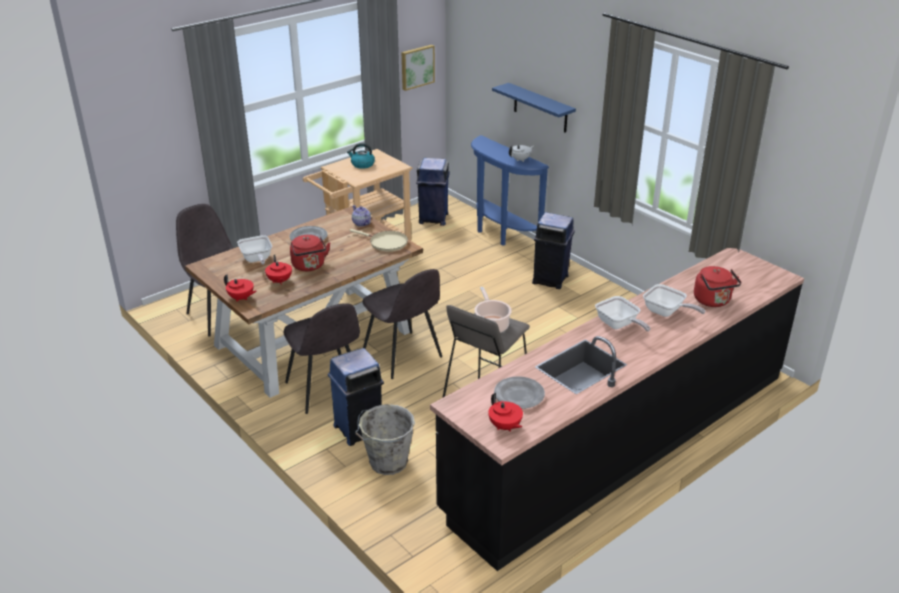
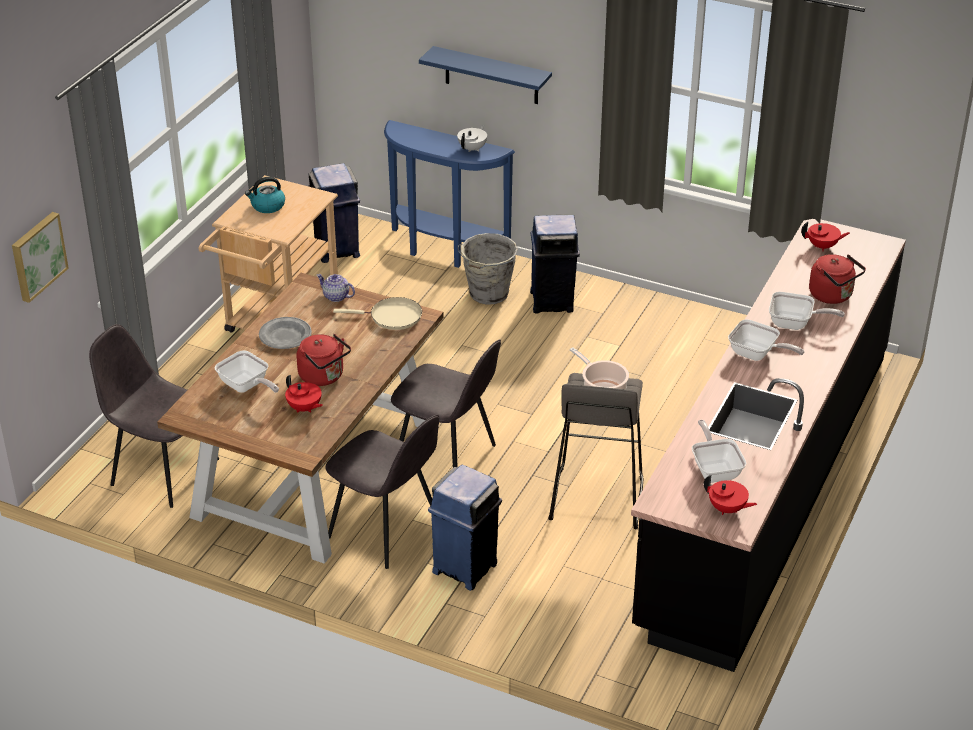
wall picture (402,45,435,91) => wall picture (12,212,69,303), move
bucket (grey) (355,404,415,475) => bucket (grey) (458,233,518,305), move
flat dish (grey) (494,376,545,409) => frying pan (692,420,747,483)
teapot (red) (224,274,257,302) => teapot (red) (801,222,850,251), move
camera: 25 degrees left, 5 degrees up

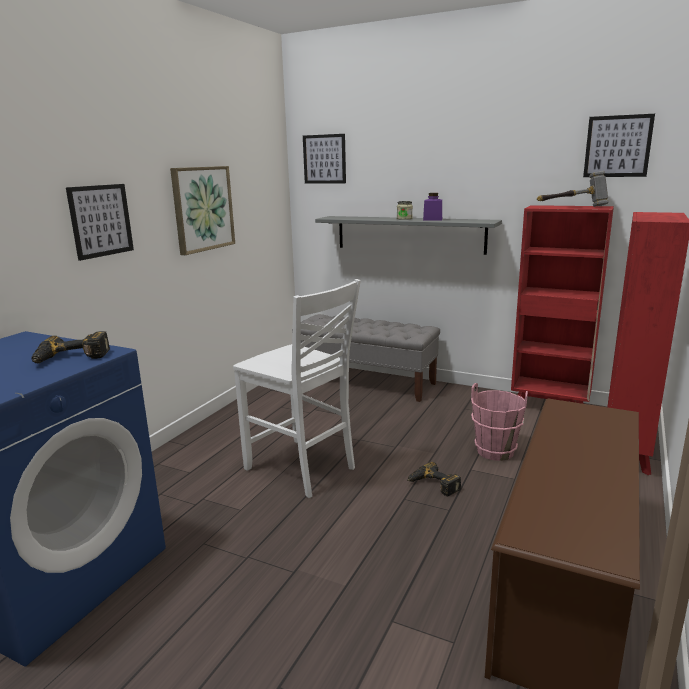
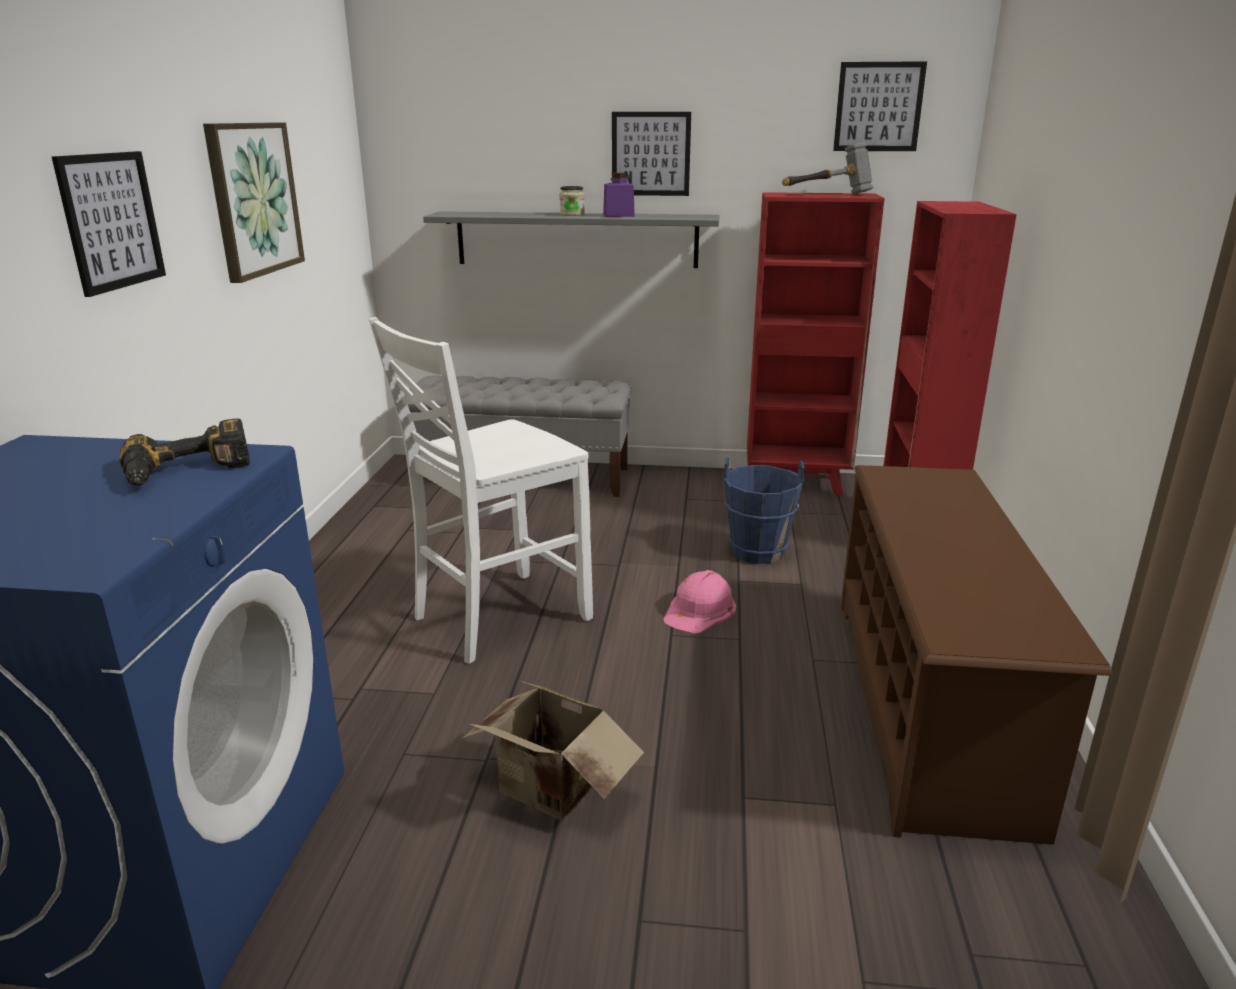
upright chair (whitish) (233,279,361,498) => upright chair (whitish) (369,317,593,664), 120 degrees clockwise
nothing => cardboard box (463,680,644,821)
wall picture (303,134,346,184) => wall picture (612,112,691,196), move
power drill (407,462,461,496) => work helmet (pinkish) (663,570,736,634)
bucket (pinkish) (471,383,528,461) => bucket (blue-coloured) (724,457,804,564)
camera: 20 degrees left, 5 degrees up

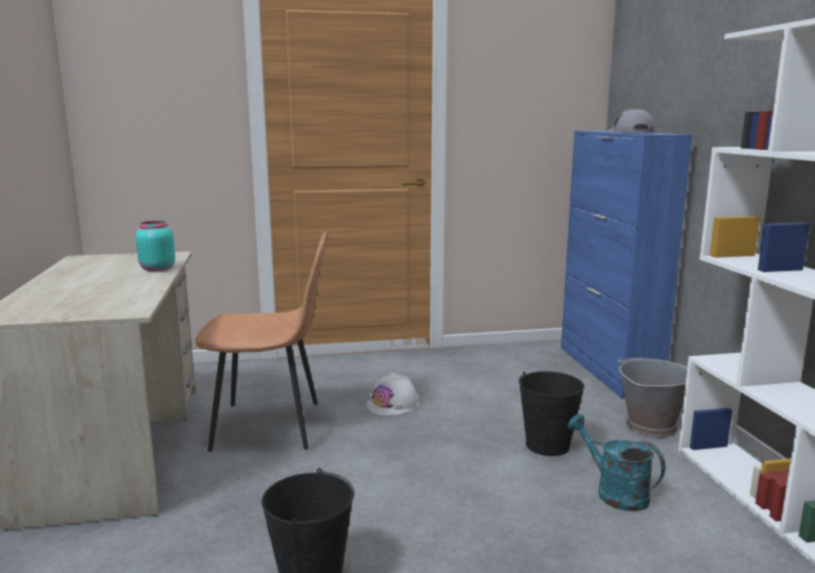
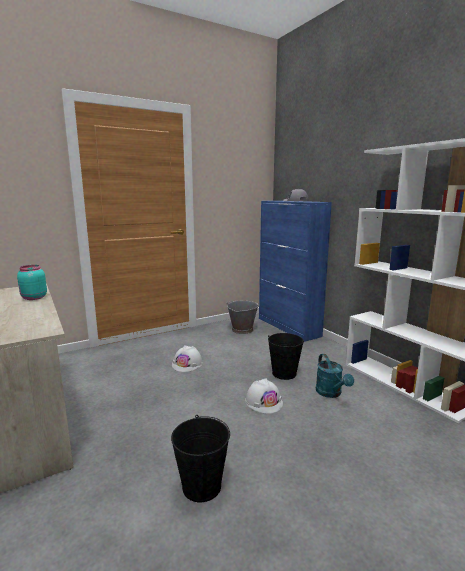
bucket (grey) (618,357,687,438) => bucket (grey) (226,301,259,334), move
nothing => work helmet (whitish) (245,378,283,414)
watering can (blue-green) (567,414,665,511) => watering can (blue-green) (316,354,354,398), 135 degrees counterclockwise
upright chair (brown) (195,231,328,452) => nothing
camera: 20 degrees left, 0 degrees up

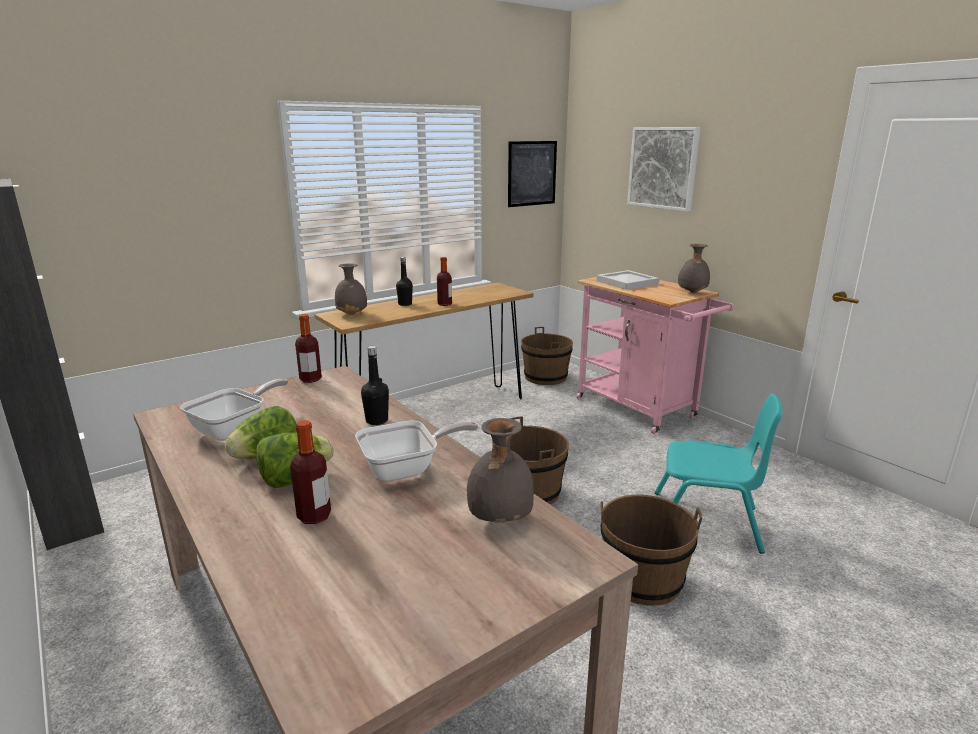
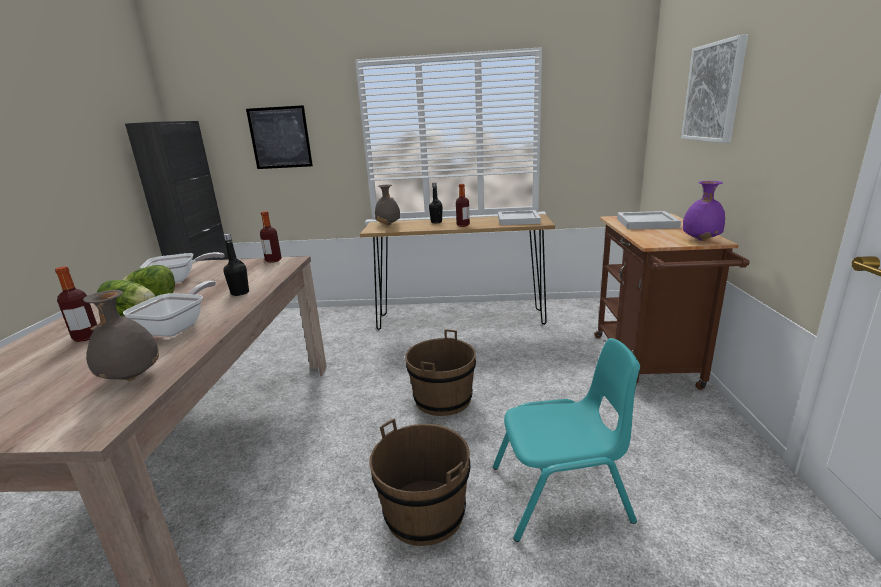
frying pan (355,420,478,482) => frying pan (123,281,216,337), 90 degrees counterclockwise
wall picture (508,141,557,207) => wall picture (246,105,313,169), move
upright chair (blue-green) (655,394,783,554) => upright chair (blue-green) (493,338,640,542), 60 degrees counterclockwise
nothing => serving tray (whitish) (498,210,541,225)
trolley (pinkish) (576,277,734,434) => trolley (brown) (594,214,750,390)
decorative vase (grey) (678,244,710,293) => decorative vase (purplish) (683,181,725,241)
bucket (brown) (521,327,573,385) => nothing
camera: 40 degrees right, 0 degrees up

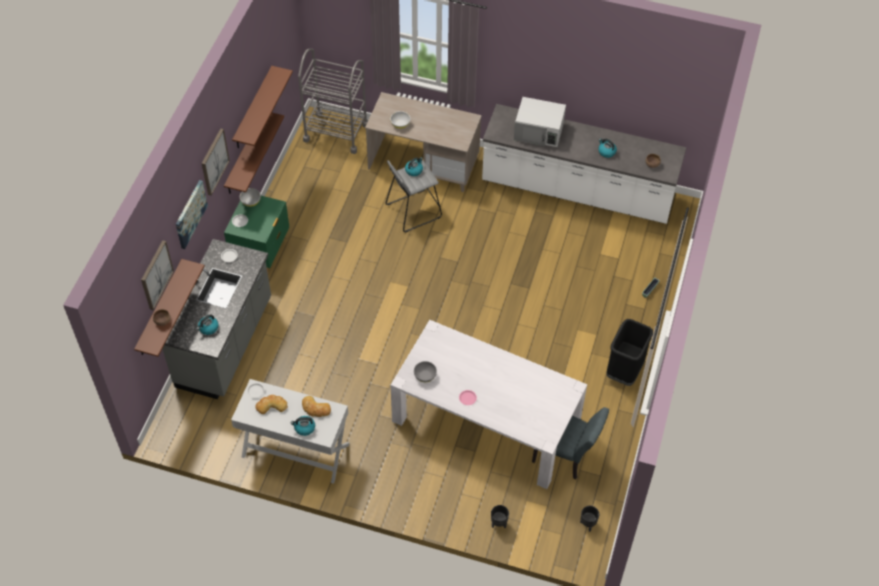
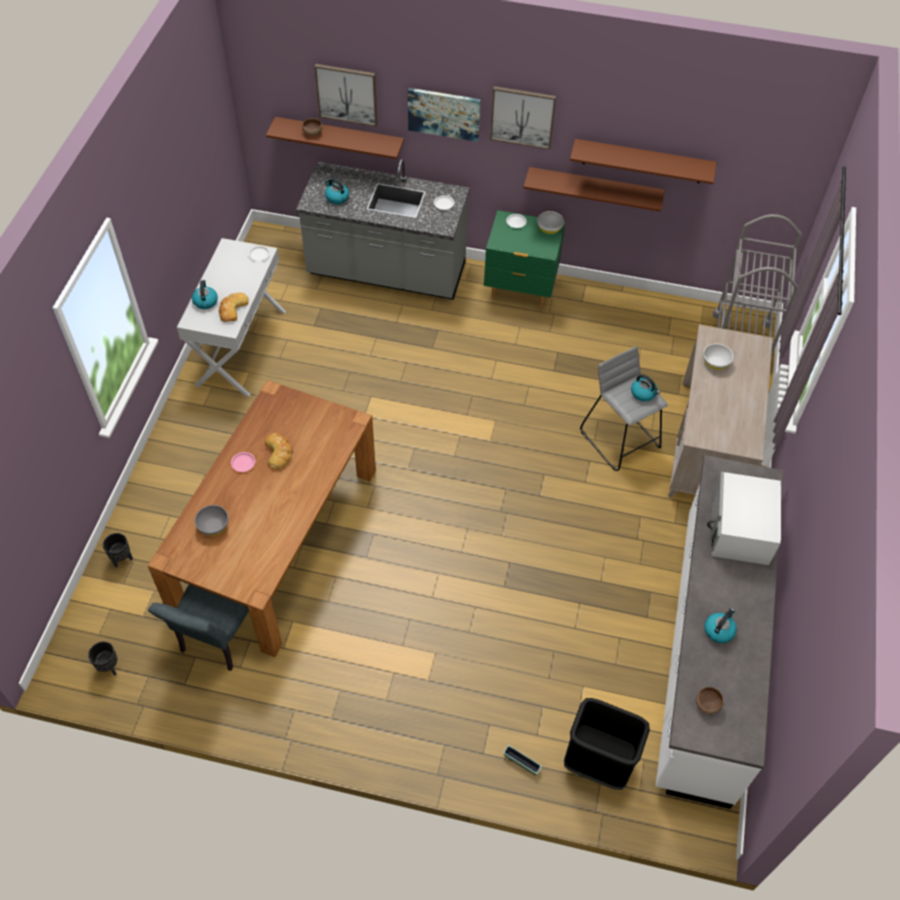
dining table (whitish) (391,320,587,489) => dining table (brown) (147,380,376,657)
deep dish (grey) (414,361,437,382) => deep dish (grey) (195,505,228,536), move
baked bread (255,395,288,414) => baked bread (265,433,293,470), move
trash can (black-coloured) (606,319,653,386) => trash can (black-coloured) (564,698,650,790), move
camera: 85 degrees right, 0 degrees up

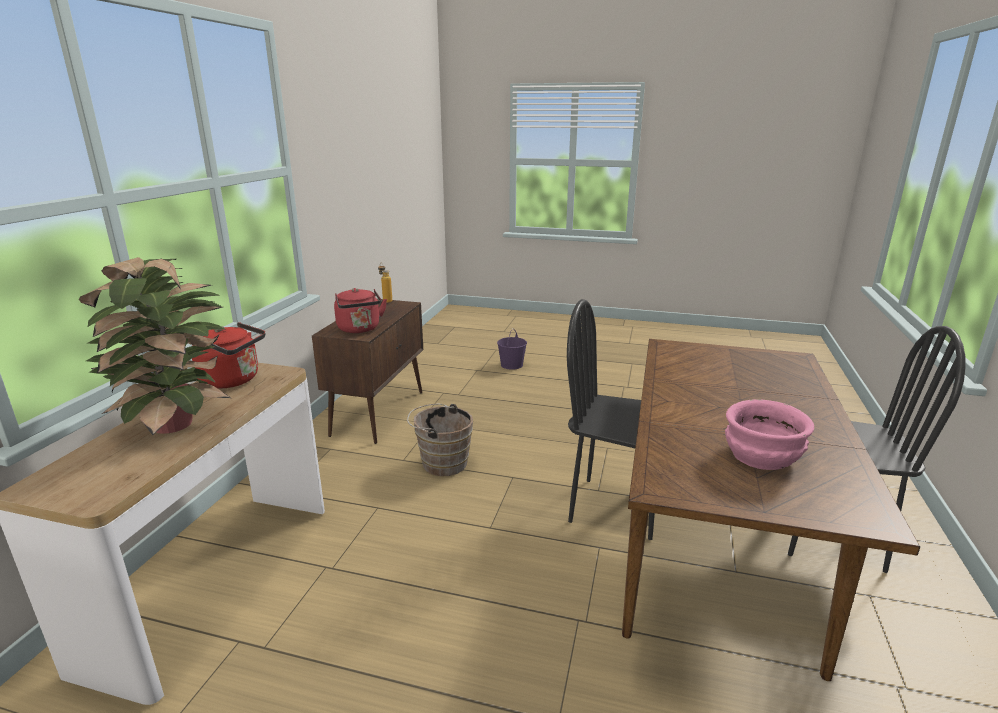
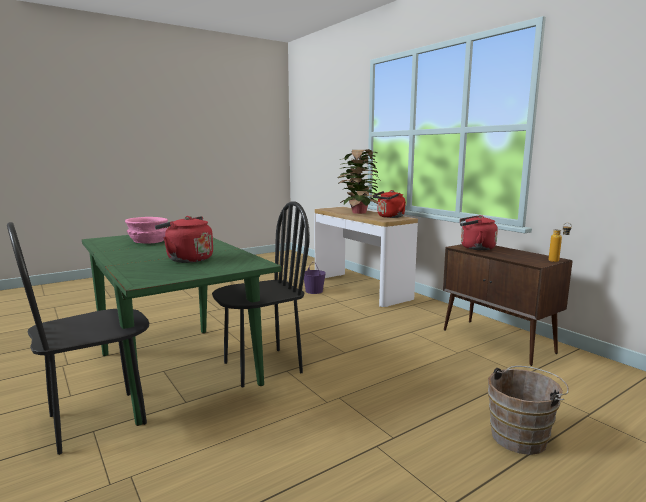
dining table (brown) (622,339,920,681) => dining table (greenish) (82,235,282,426)
nothing => water kettle (red) (155,216,213,263)
bucket (purplish) (497,328,527,370) => bucket (purplish) (304,262,326,294), move
bucket (brown) (407,404,473,476) => bucket (brown) (488,366,569,455), move
camera: 130 degrees right, 10 degrees down

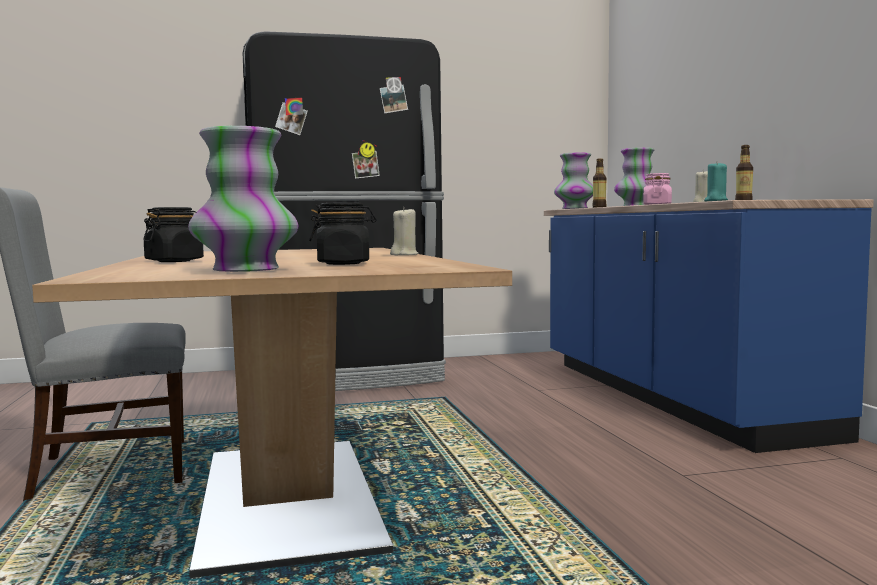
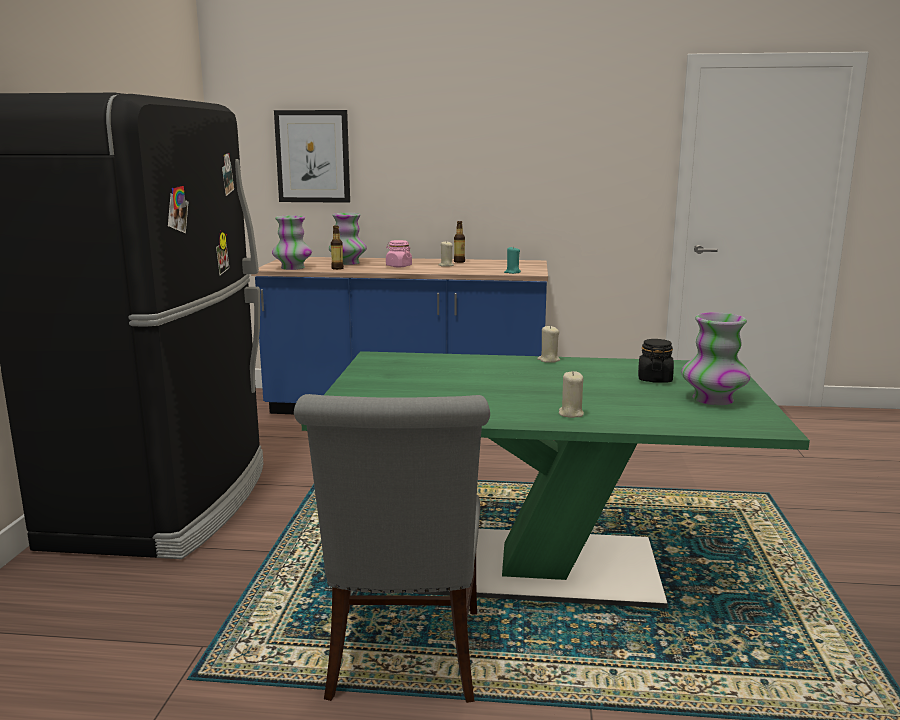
nothing => wall picture (274,110,350,203)
dining table (brown) (32,248,512,578) => dining table (greenish) (302,351,810,608)
preserve jar (black-coloured) (143,207,204,262) => wax candle (beige) (559,371,584,418)
camera: 70 degrees left, 10 degrees up

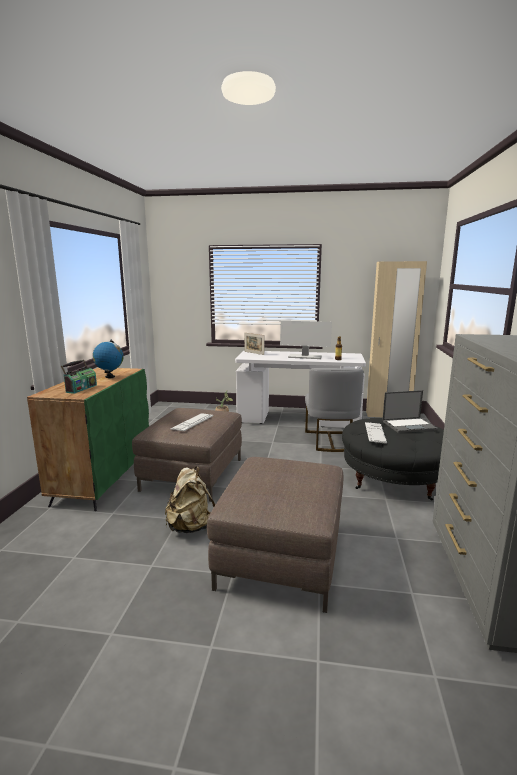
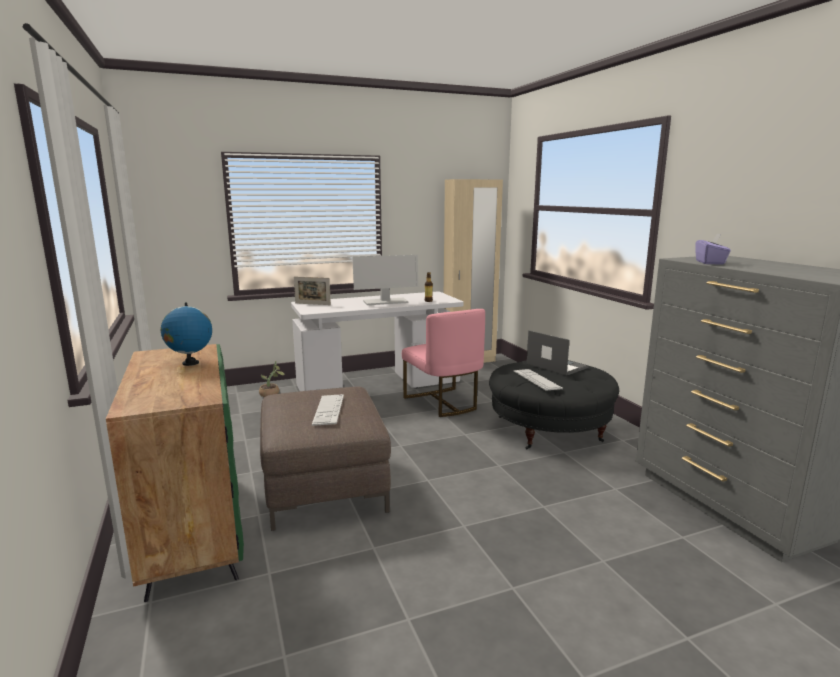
upright chair (grey) (305,368,364,452) => upright chair (pinkish) (402,309,485,417)
portable computer (382,390,438,433) => portable computer (527,330,589,376), 90 degrees counterclockwise
nothing => box of tissues (purplish) (695,234,731,265)
radio (61,360,97,394) => nothing
rucksack (beige) (165,467,215,533) => nothing
pouffe (brown) (207,457,343,613) => nothing
camera: 30 degrees left, 0 degrees up

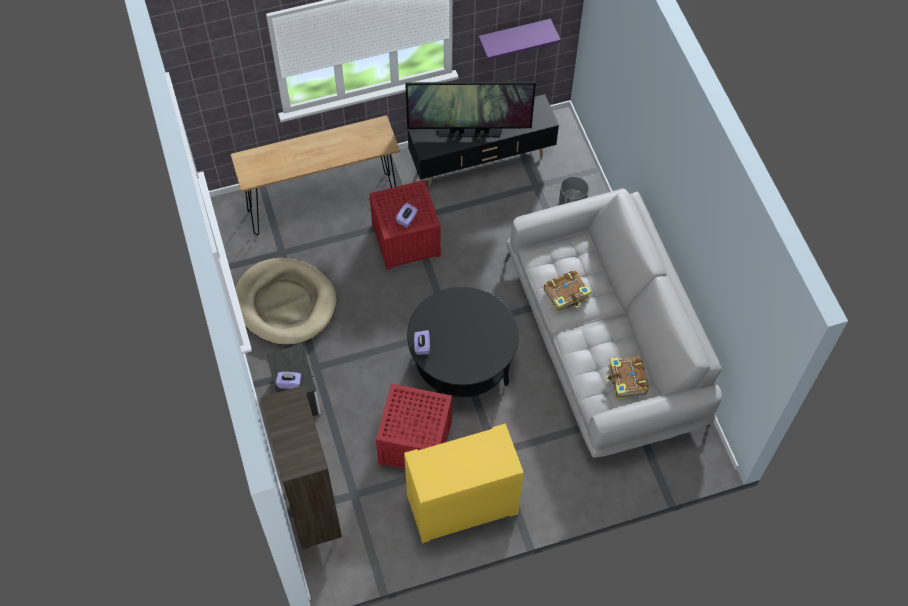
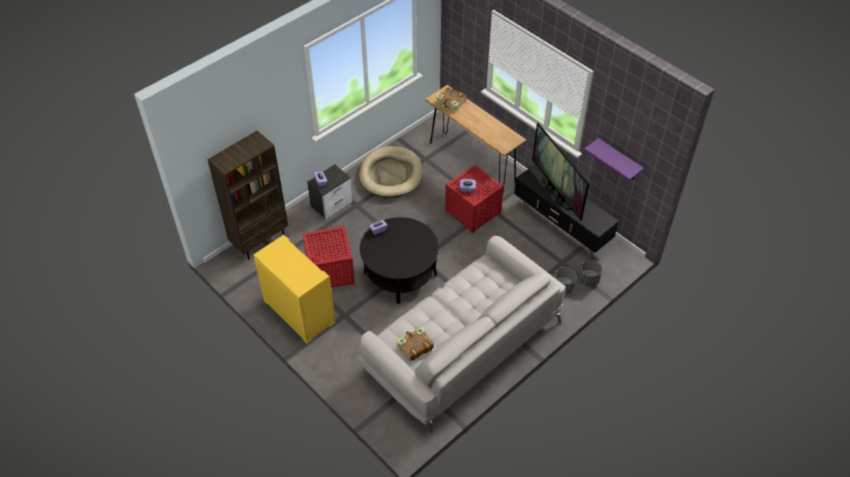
bound book (544,270,591,313) => bound book (435,87,466,113), move
nothing => planter (grey) (579,260,602,287)
camera: 65 degrees right, 10 degrees down

